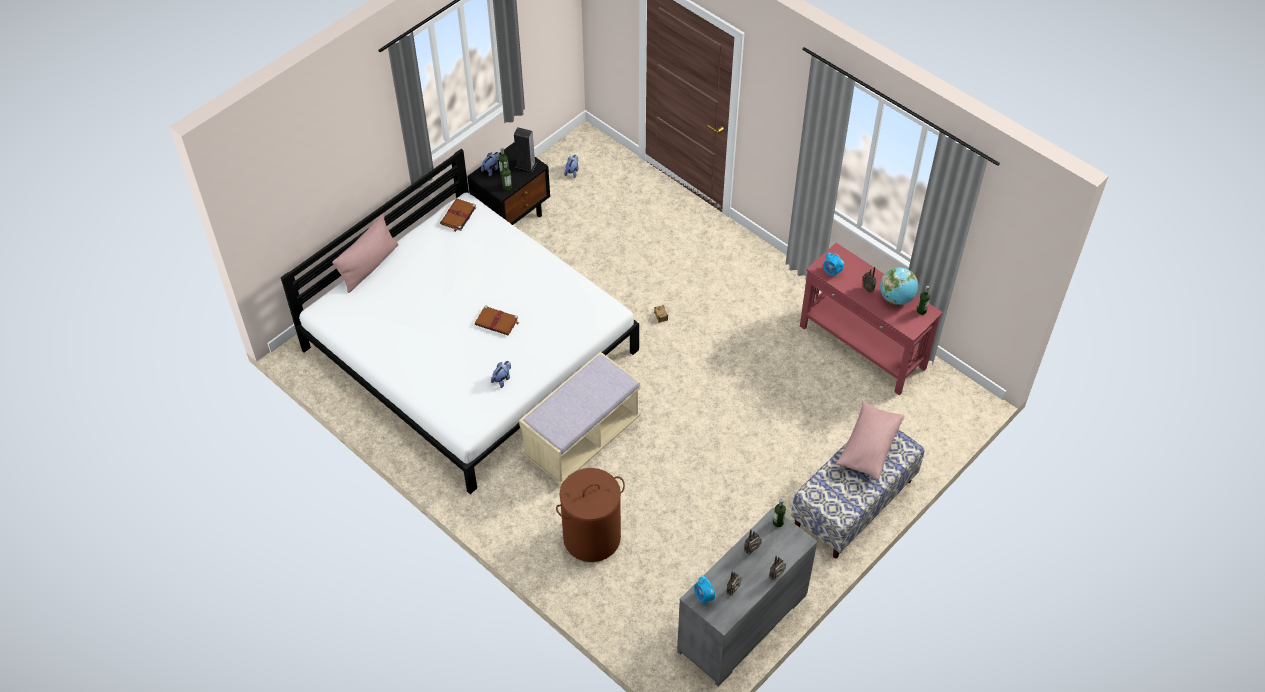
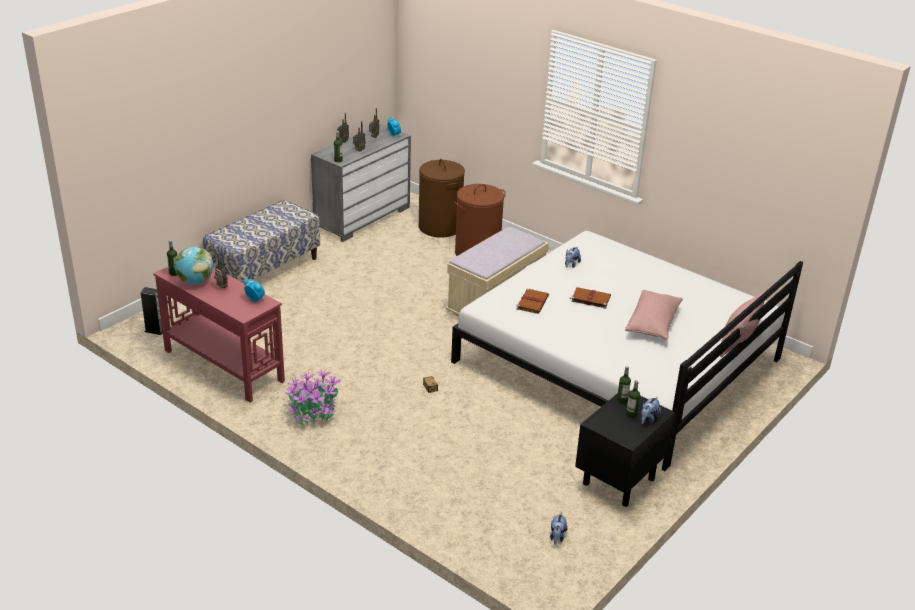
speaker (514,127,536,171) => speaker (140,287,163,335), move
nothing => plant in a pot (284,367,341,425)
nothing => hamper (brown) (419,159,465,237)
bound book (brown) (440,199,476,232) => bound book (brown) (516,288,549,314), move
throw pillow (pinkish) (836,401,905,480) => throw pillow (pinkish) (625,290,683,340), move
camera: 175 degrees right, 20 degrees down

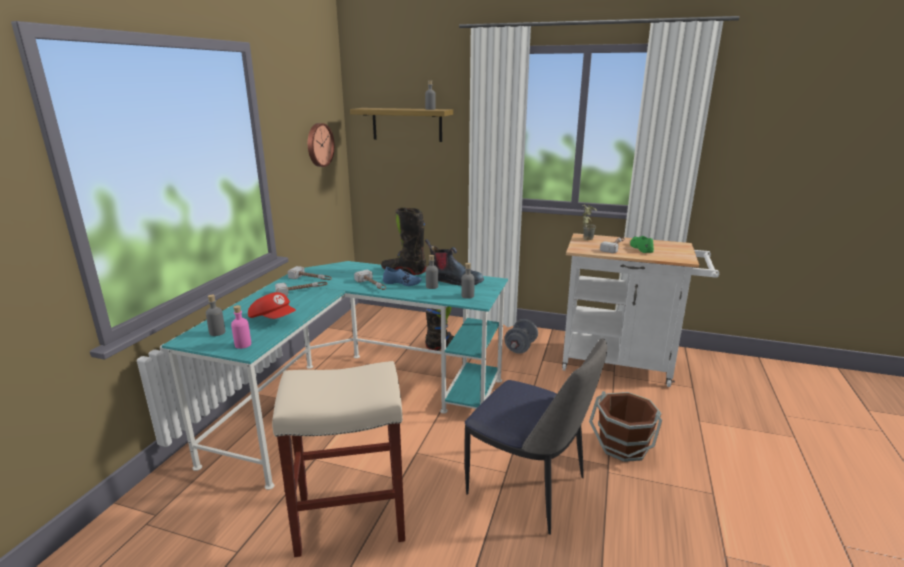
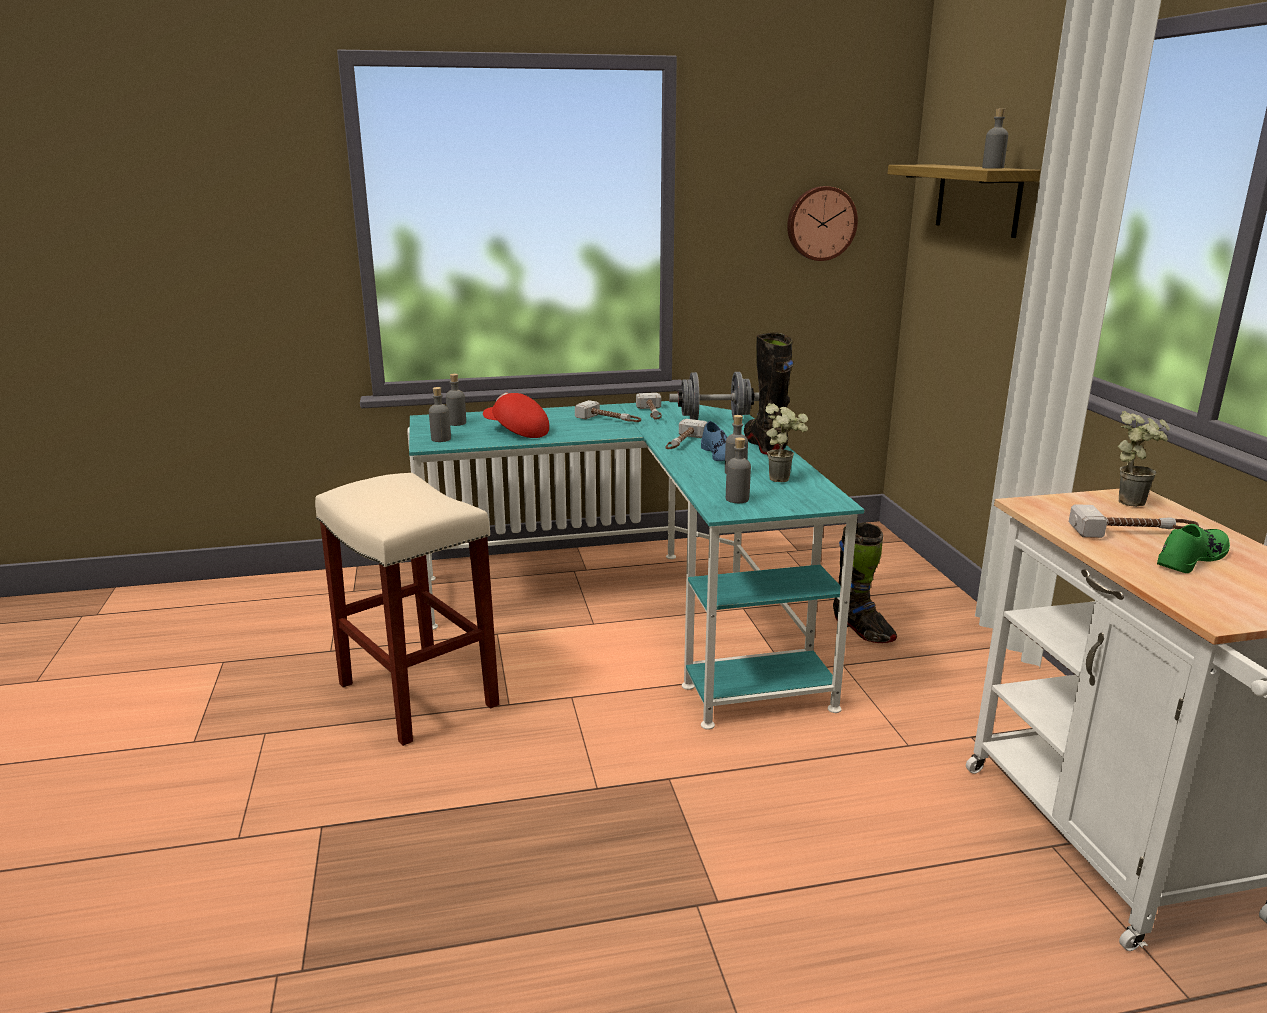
bottle (pinkish) (231,305,251,349) => bottle (grey) (429,387,451,442)
peaked cap (red) (248,292,296,319) => peaked cap (red) (483,393,549,438), 120 degrees clockwise
hand weight (grey) (504,319,538,354) => hand weight (grey) (669,372,759,420), move
high-top boot (425,239,484,286) => plant in a pot (765,403,808,482)
upright chair (465,338,607,535) => nothing
bucket (brown) (589,391,662,462) => nothing
camera: 60 degrees right, 0 degrees up

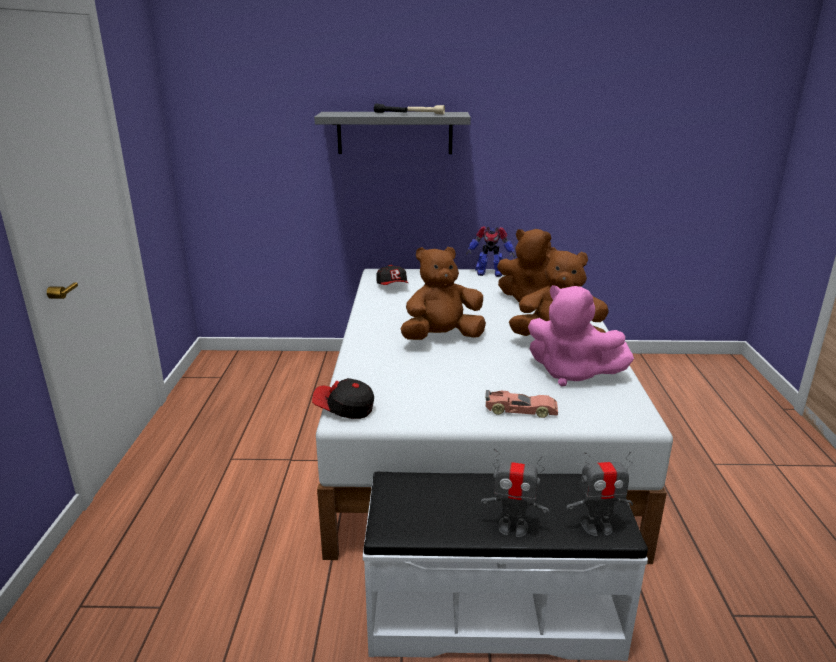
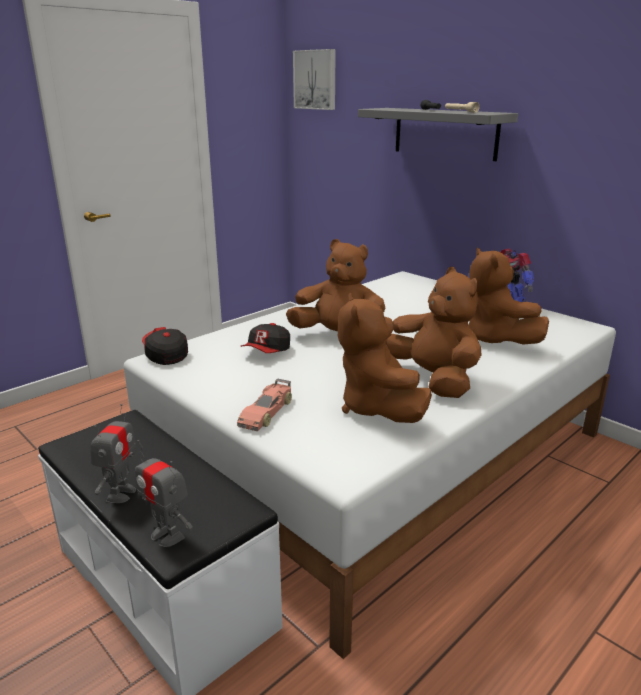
model robot (481,448,549,537) => model robot (90,404,136,503), 135 degrees counterclockwise
toy car (485,390,558,418) => toy car (237,378,292,431), 60 degrees clockwise
peaked cap (377,265,408,285) => peaked cap (240,323,290,353), move
nothing => wall picture (293,49,336,110)
plush toy (pinkish) (528,285,634,386) => plush toy (brown) (338,293,432,423)
camera: 45 degrees right, 0 degrees up

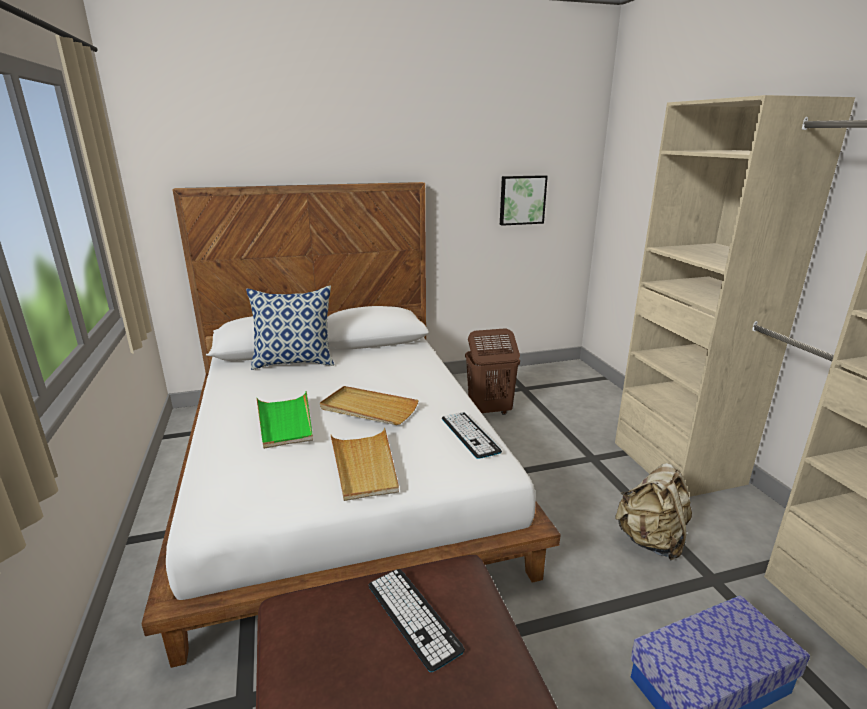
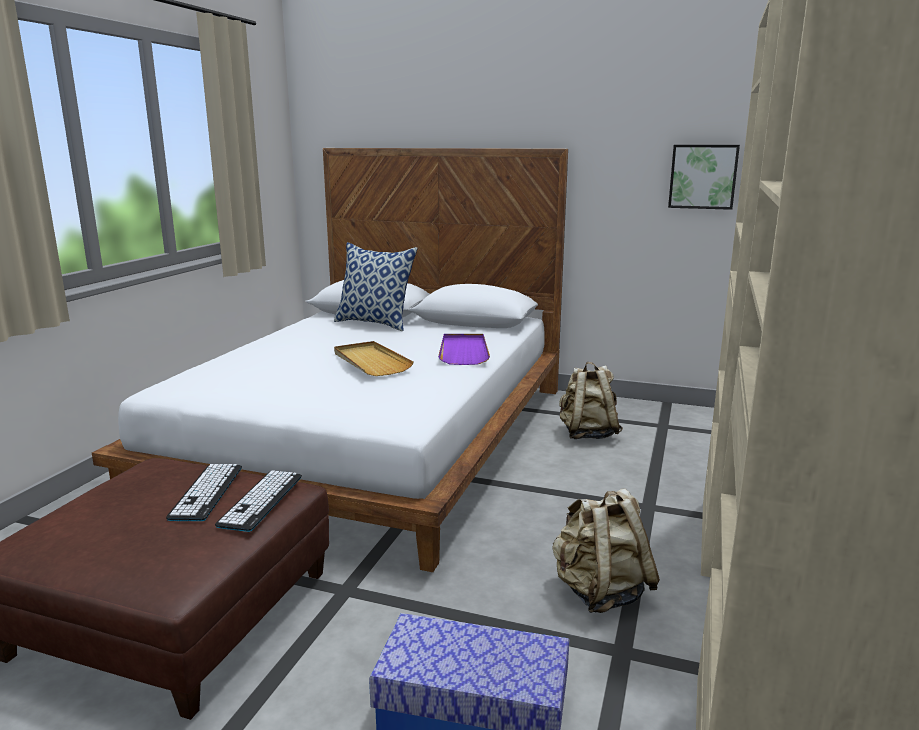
keyboard (442,412,502,459) => keyboard (215,470,302,532), move
nothing => serving tray (purplish) (438,334,490,365)
hamper (brown) (465,328,520,415) => rucksack (beige) (559,362,623,439)
serving tray (greenish) (256,391,313,449) => nothing
serving tray (beige) (331,428,399,501) => nothing
camera: 35 degrees right, 5 degrees down

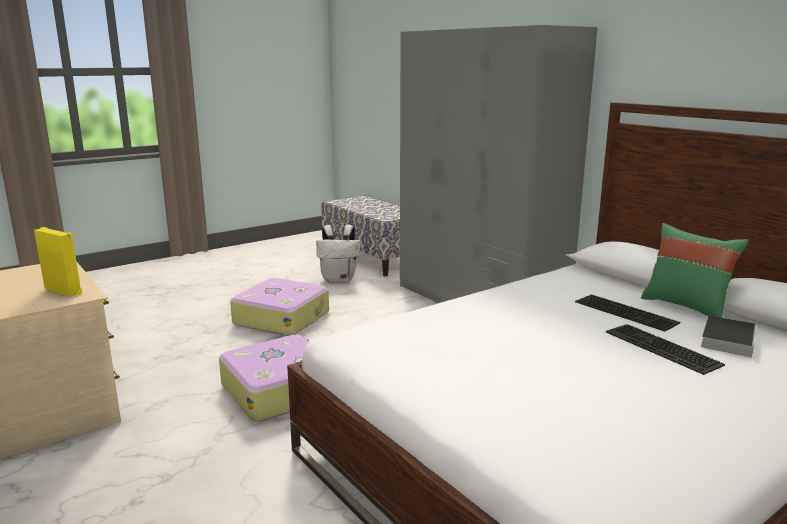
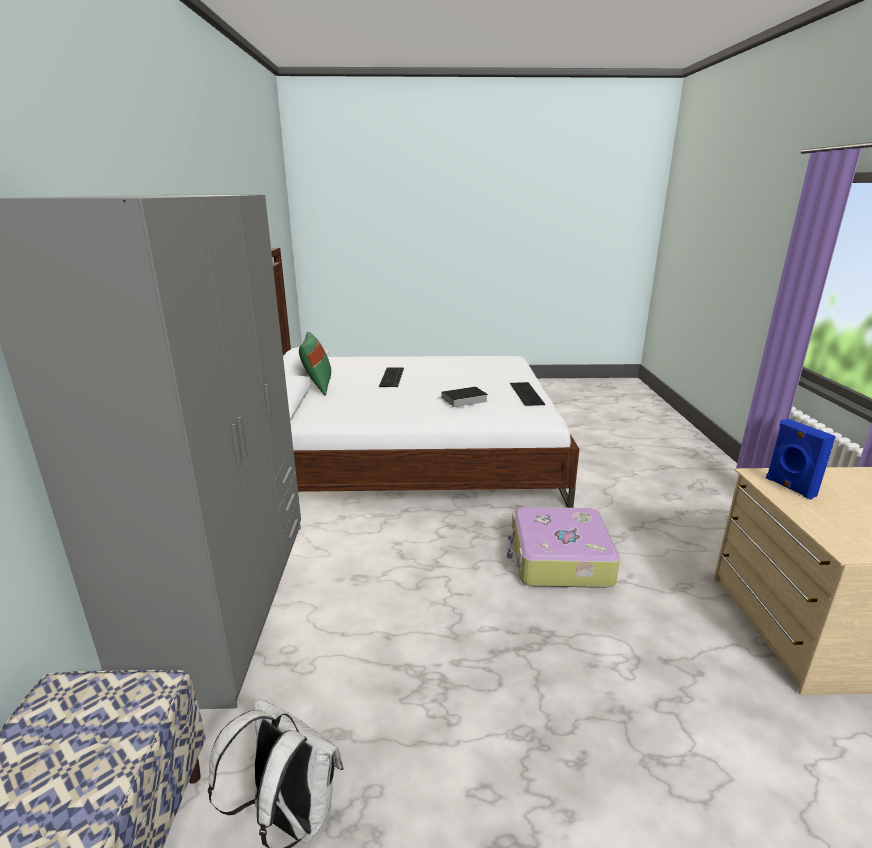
bound book (700,316,756,357) => bound book (436,387,488,407), move
keyboard (575,294,680,332) => keyboard (510,382,545,406), move
speaker (yellow) (34,227,82,297) => speaker (blue-coloured) (766,419,836,500)
suitcase (230,278,329,336) => nothing
camera: 145 degrees left, 5 degrees up

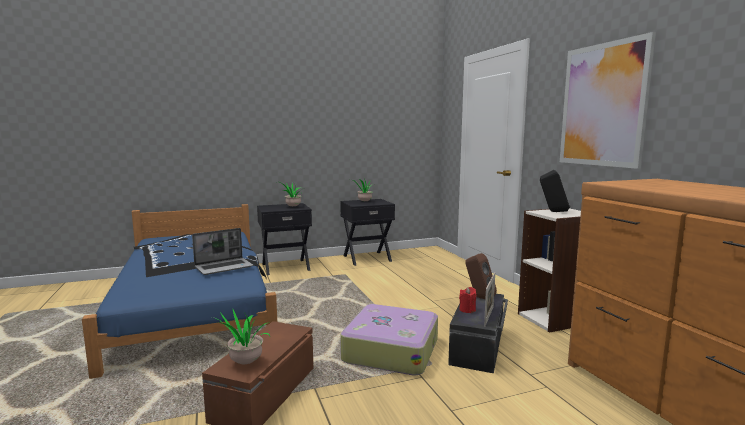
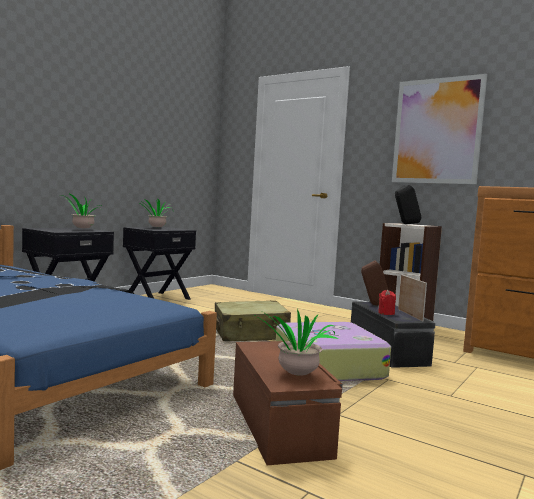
nothing => suitcase (beige) (215,300,291,341)
portable computer (192,228,253,275) => nothing
camera: 35 degrees left, 5 degrees down

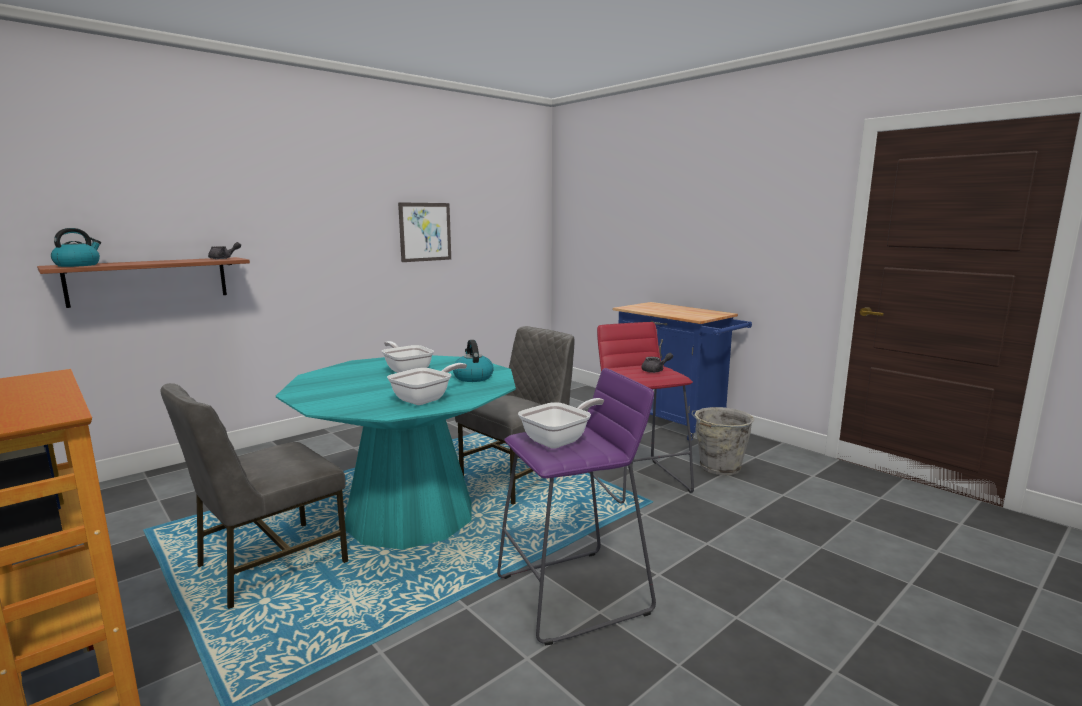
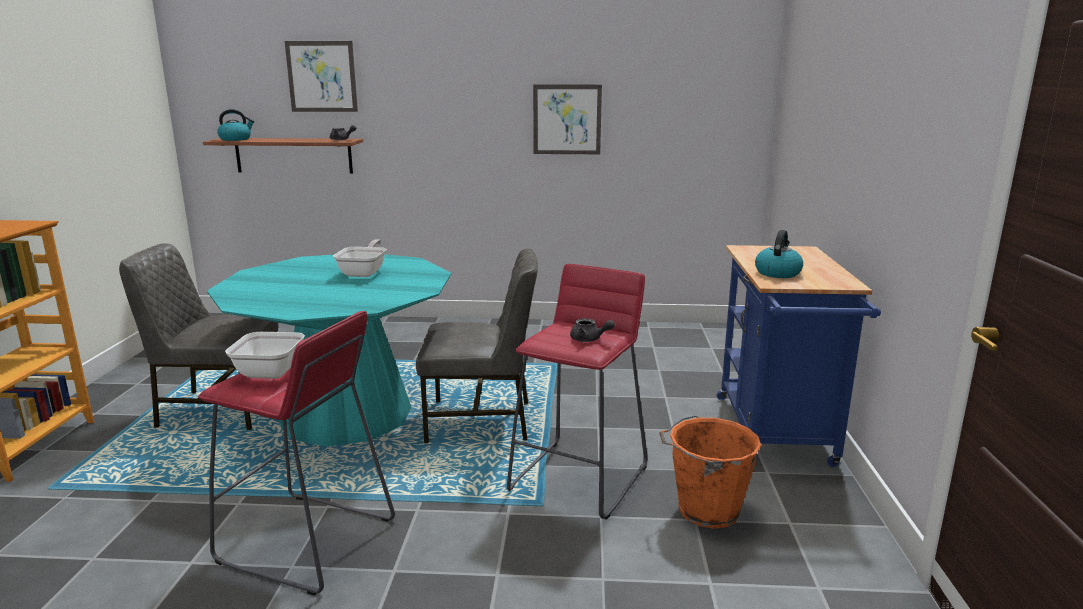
stool seat (purplish) (497,368,656,646) => stool seat (red) (198,311,395,596)
nothing => wall picture (285,41,358,112)
bucket (grey) (692,407,754,476) => bucket (orange-coloured) (659,415,761,529)
water kettle (453,340,494,382) => water kettle (755,230,803,278), move
frying pan (387,363,467,405) => nothing
camera: 45 degrees right, 5 degrees up

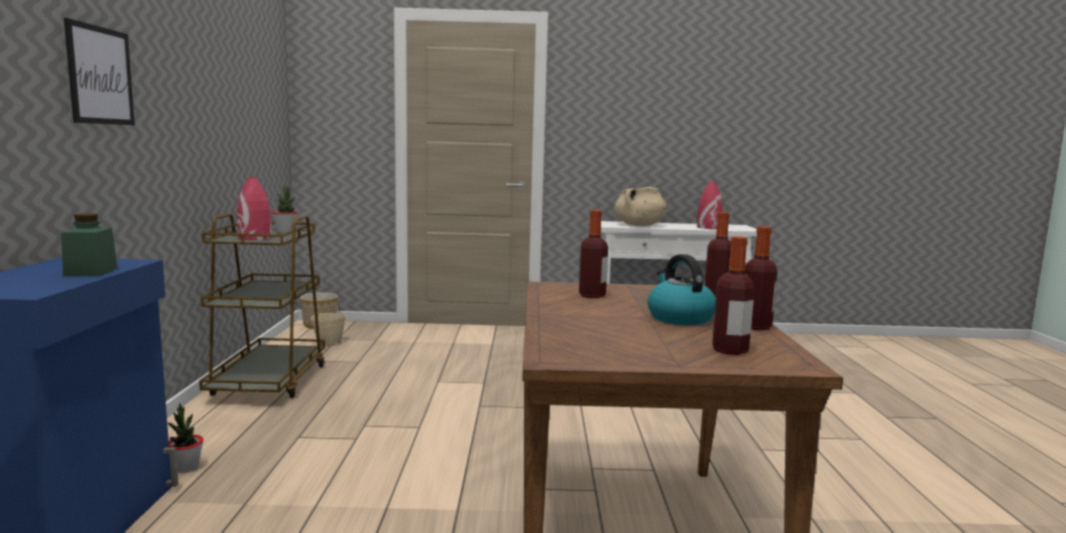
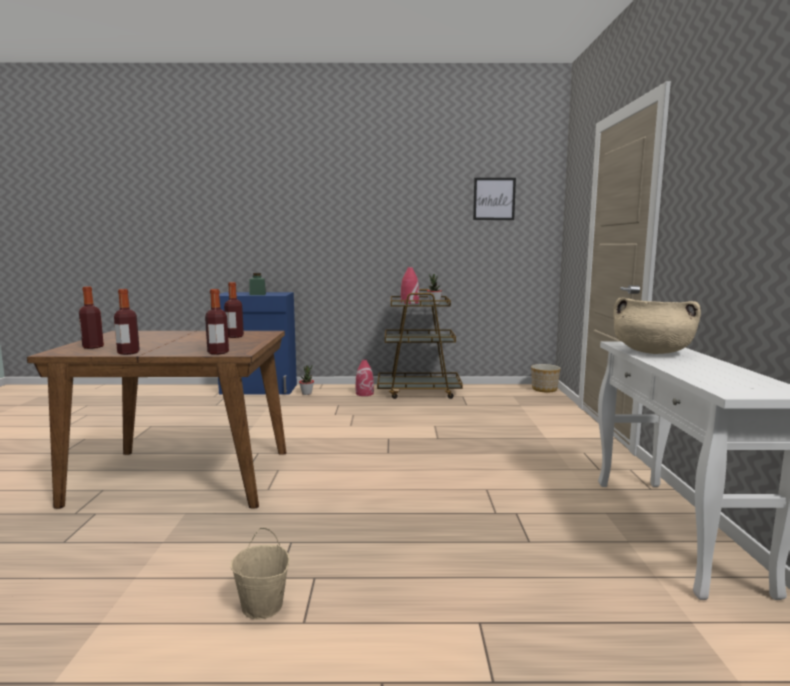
bucket (beige) (311,298,346,347) => bucket (beige) (231,528,290,619), move
decorative vase (red) (697,181,723,229) => decorative vase (red) (356,359,374,396), move
wall picture (64,18,135,125) => wall picture (473,178,516,220), move
water kettle (647,254,716,325) => nothing
camera: 90 degrees right, 0 degrees up

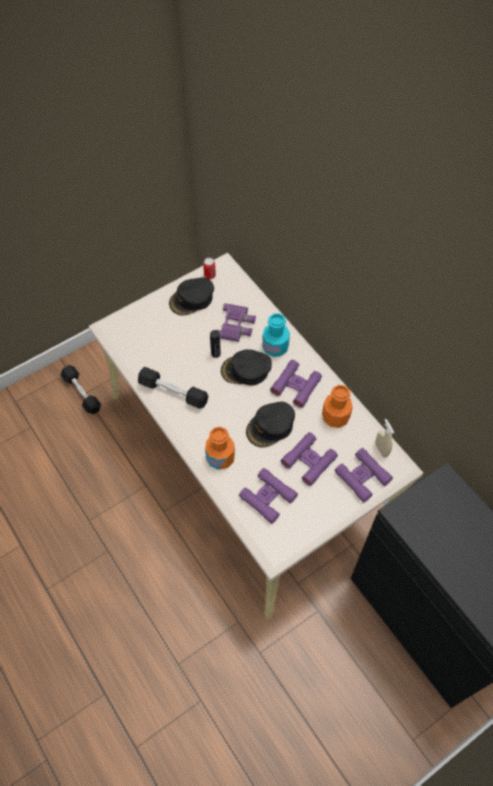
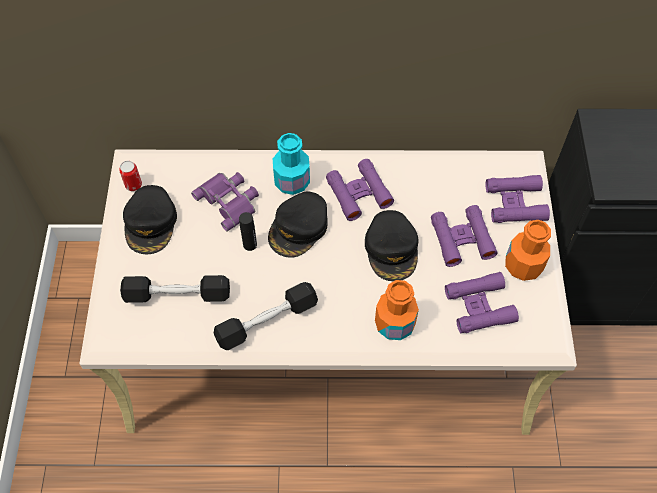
hand weight (black-coloured) (61,365,101,414) => hand weight (black-coloured) (120,275,230,303), move
bottle (orange-coloured) (322,385,353,428) => bottle (orange-coloured) (505,220,551,281), move
sprayer (beige) (375,419,394,458) => nothing
camera: 55 degrees left, 0 degrees up

